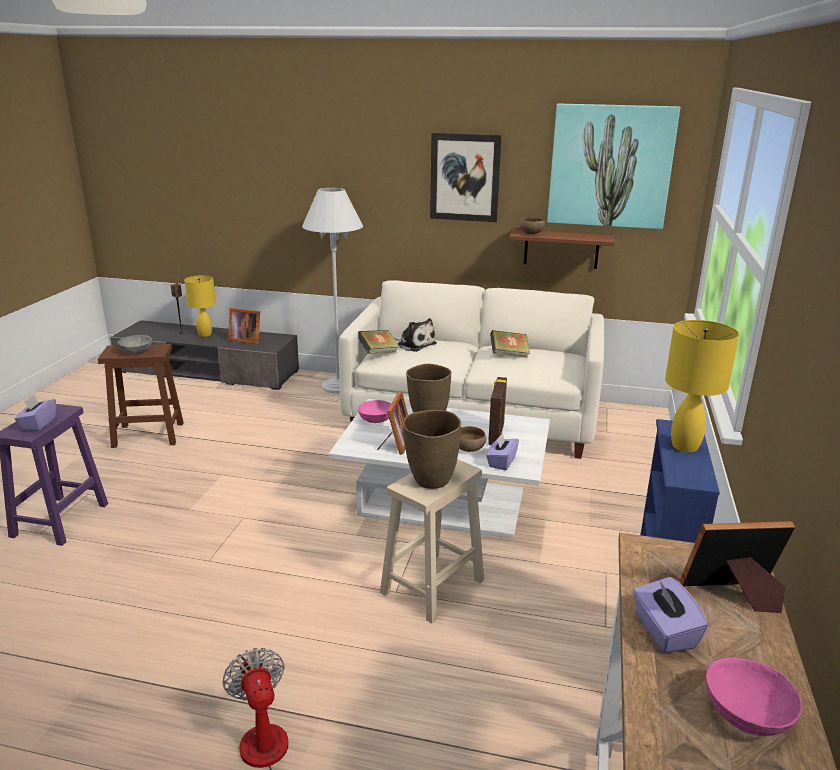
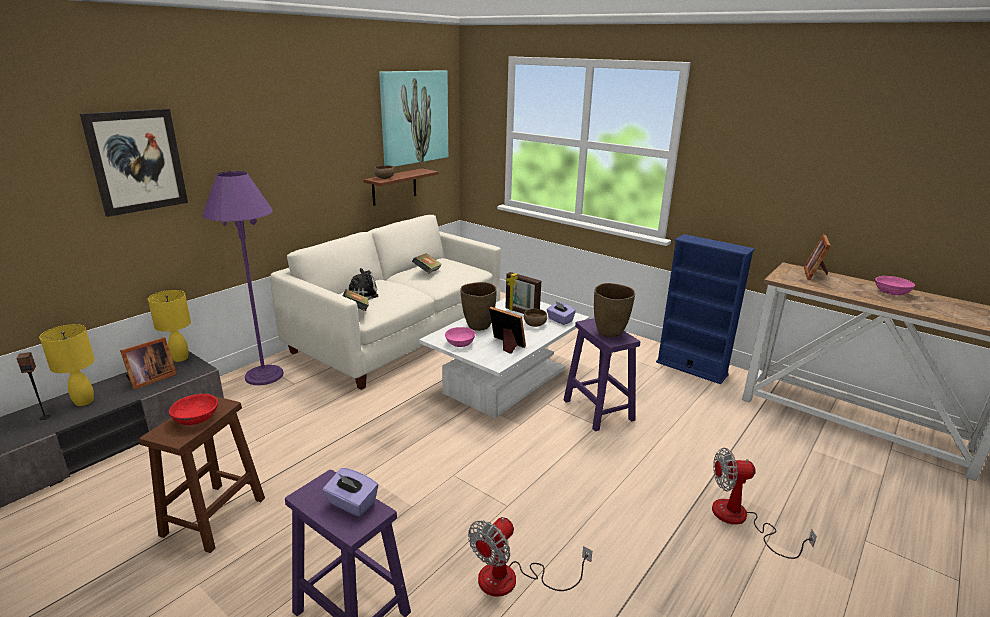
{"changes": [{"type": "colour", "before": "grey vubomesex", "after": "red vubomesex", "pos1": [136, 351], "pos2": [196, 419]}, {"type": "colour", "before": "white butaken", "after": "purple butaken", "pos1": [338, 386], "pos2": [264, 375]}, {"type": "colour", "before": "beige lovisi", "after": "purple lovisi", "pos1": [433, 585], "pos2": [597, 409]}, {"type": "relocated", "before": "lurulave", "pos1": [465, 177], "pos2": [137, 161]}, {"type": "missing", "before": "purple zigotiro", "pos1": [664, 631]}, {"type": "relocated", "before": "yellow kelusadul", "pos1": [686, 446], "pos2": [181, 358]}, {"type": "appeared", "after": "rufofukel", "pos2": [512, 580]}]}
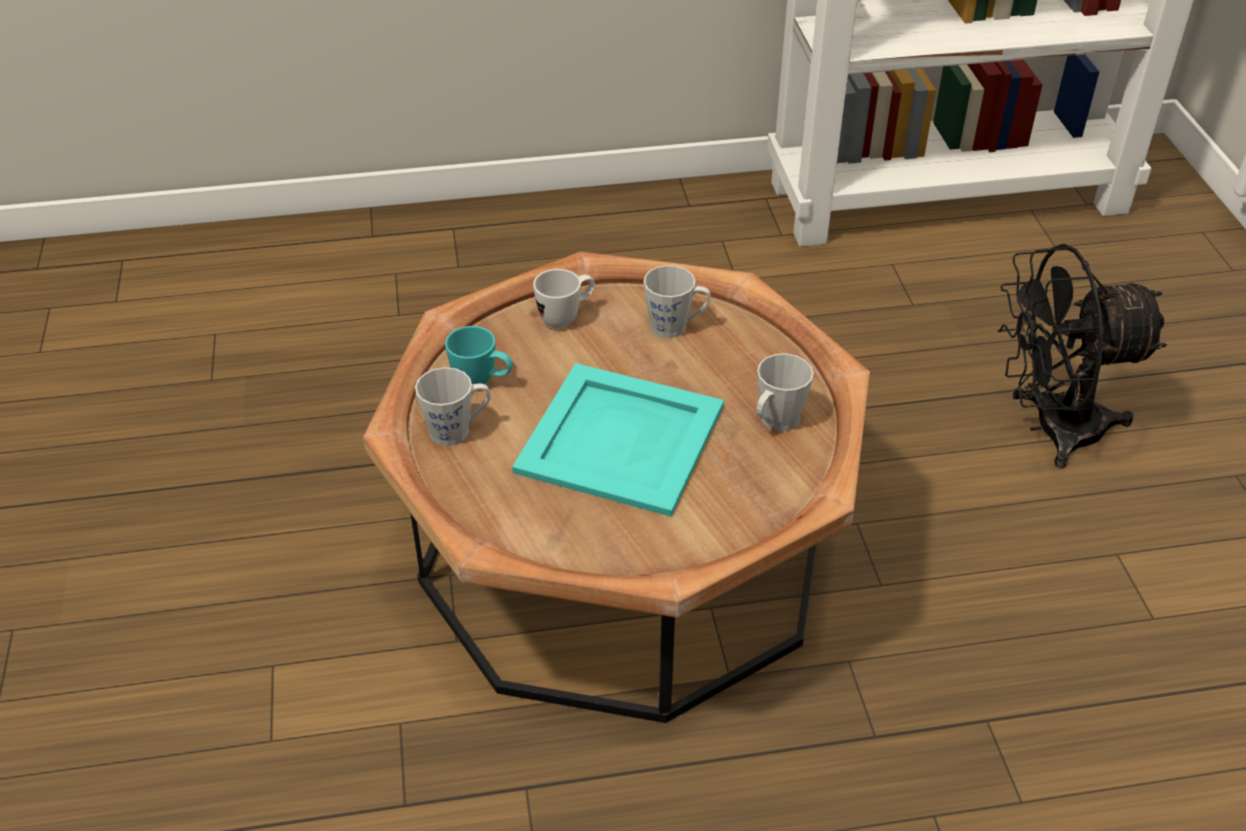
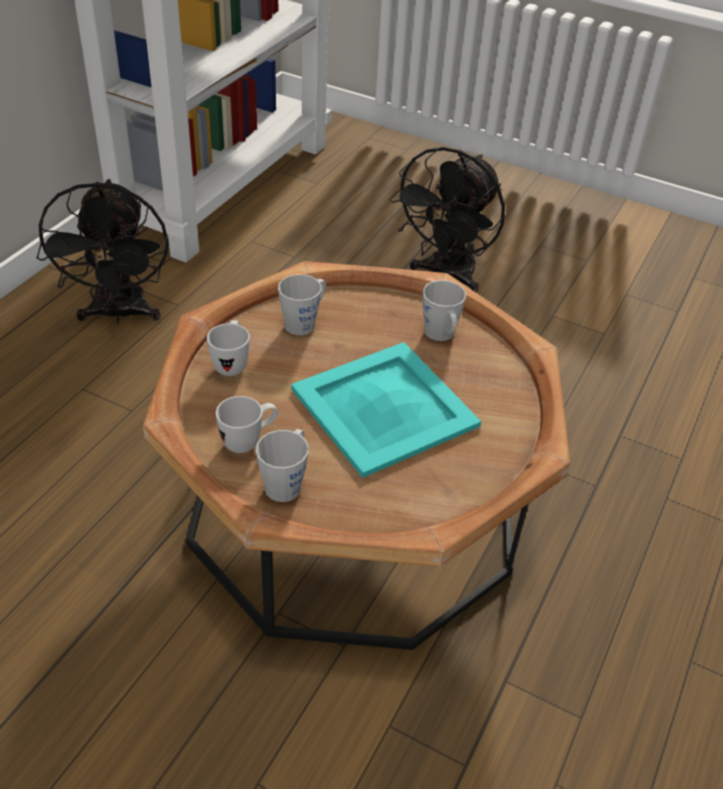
{"changes": [{"type": "colour", "before": "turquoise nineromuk", "after": "white nineromuk", "pos1": [482, 381], "pos2": [249, 441]}, {"type": "appeared", "after": "black rufofukel", "pos2": [119, 314]}]}
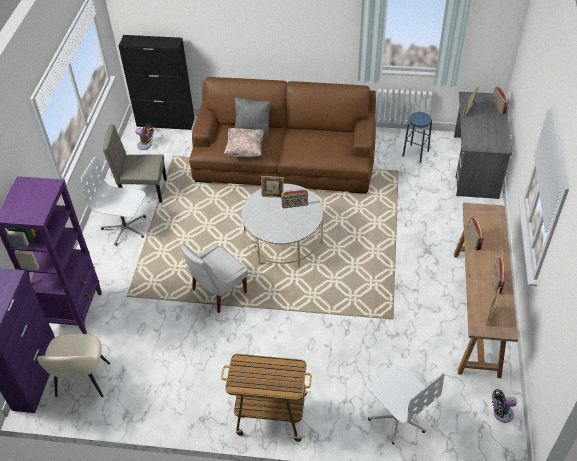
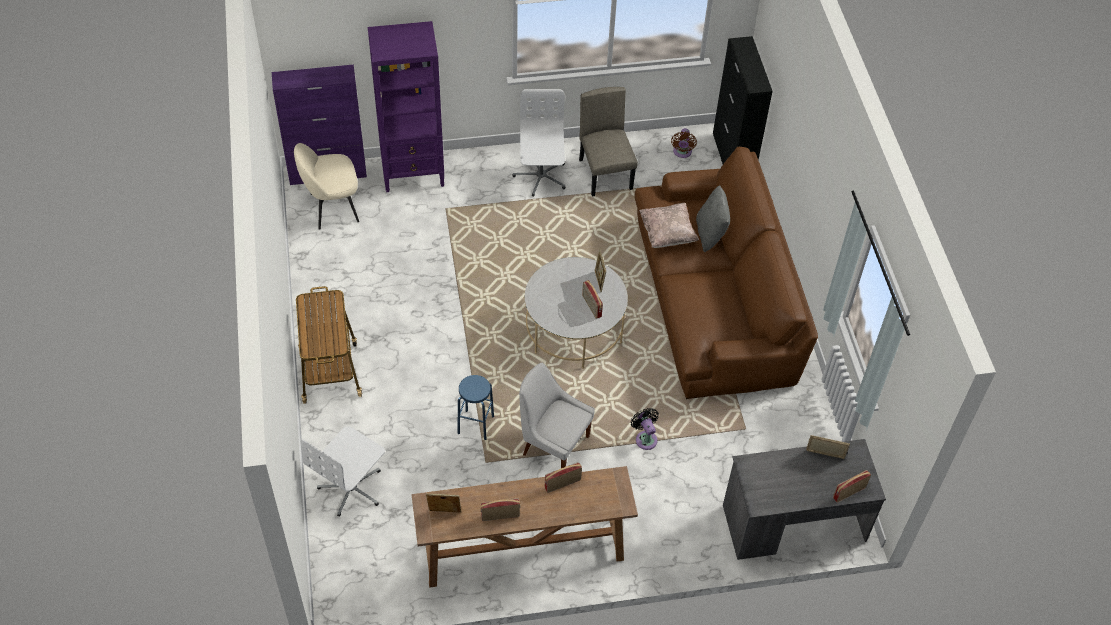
{"changes": [{"type": "relocated", "before": "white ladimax", "pos1": [217, 292], "pos2": [553, 444]}, {"type": "relocated", "before": "blue lovisi", "pos1": [415, 153], "pos2": [475, 425]}, {"type": "relocated", "before": "black rufofukel", "pos1": [501, 413], "pos2": [645, 438]}]}
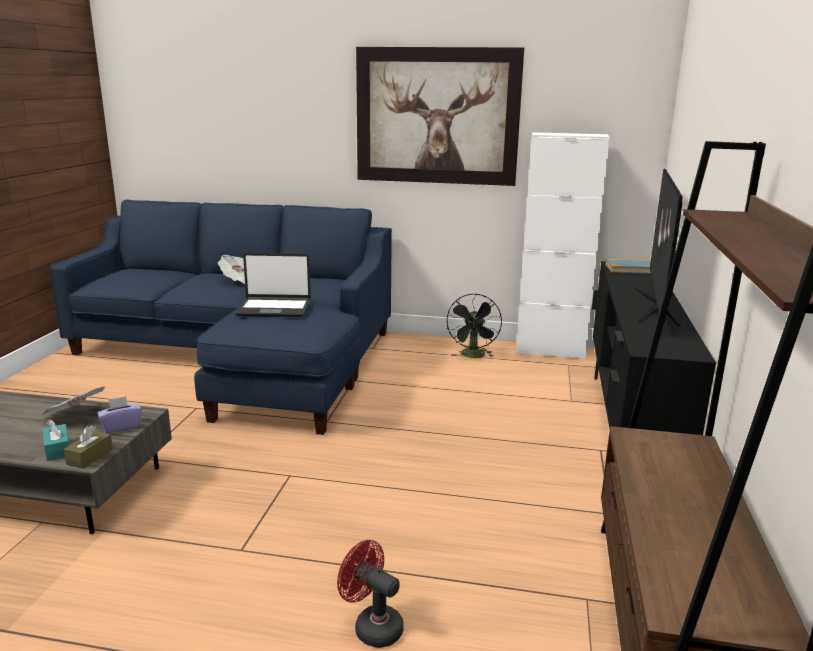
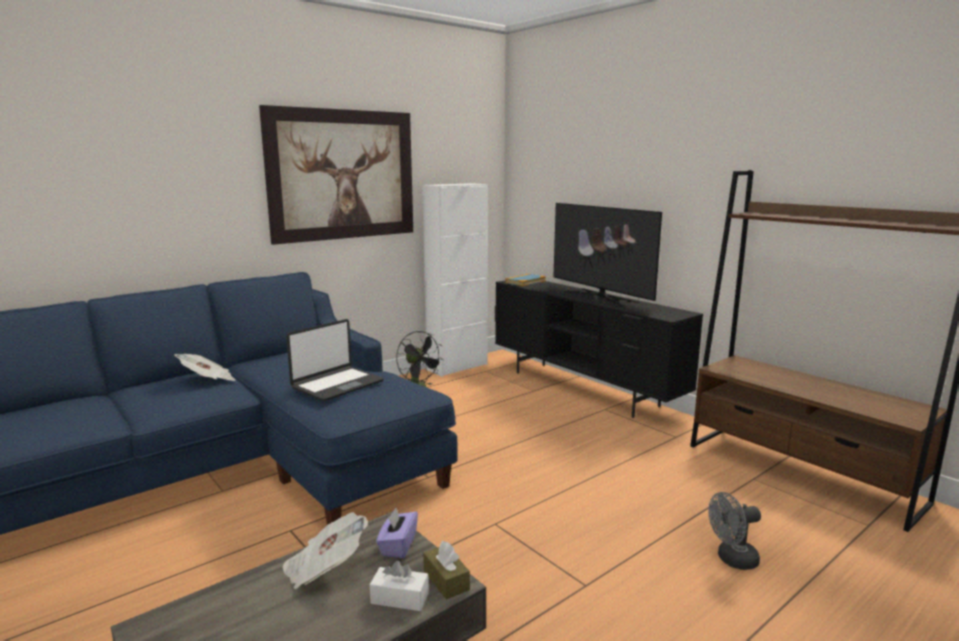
{"changes": [{"type": "colour", "before": "turquoise zigotiro", "after": "white zigotiro", "pos1": [58, 449], "pos2": [400, 598]}, {"type": "colour", "before": "red rufofukel", "after": "grey rufofukel", "pos1": [372, 626], "pos2": [732, 560]}]}
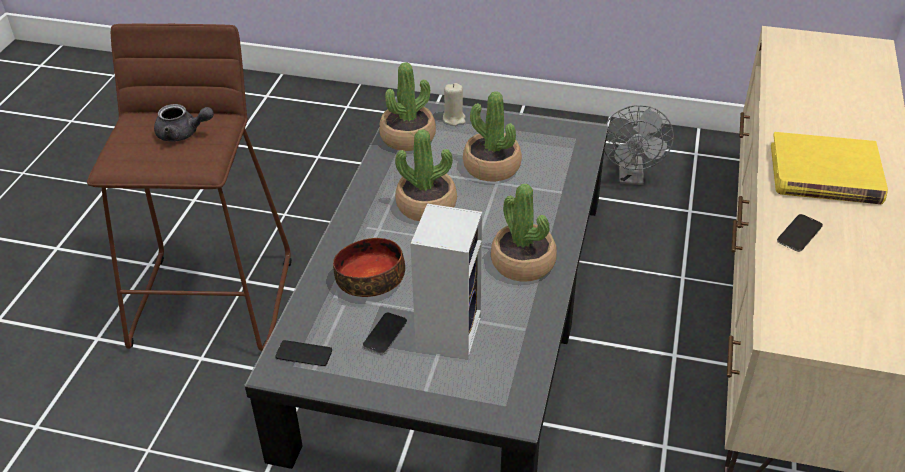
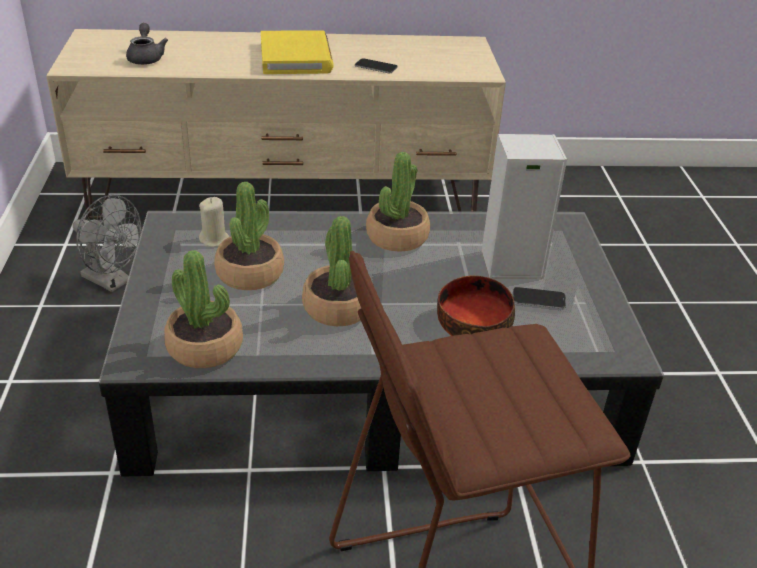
{"changes": [{"type": "relocated", "before": "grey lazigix", "pos1": [183, 134], "pos2": [146, 58]}, {"type": "missing", "before": "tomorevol", "pos1": [304, 354]}, {"type": "relocated", "before": "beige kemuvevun", "pos1": [454, 119], "pos2": [214, 240]}, {"type": "spun", "before": "grey rufofukel", "pos1": [631, 177], "pos2": [112, 281], "turn": 45}]}
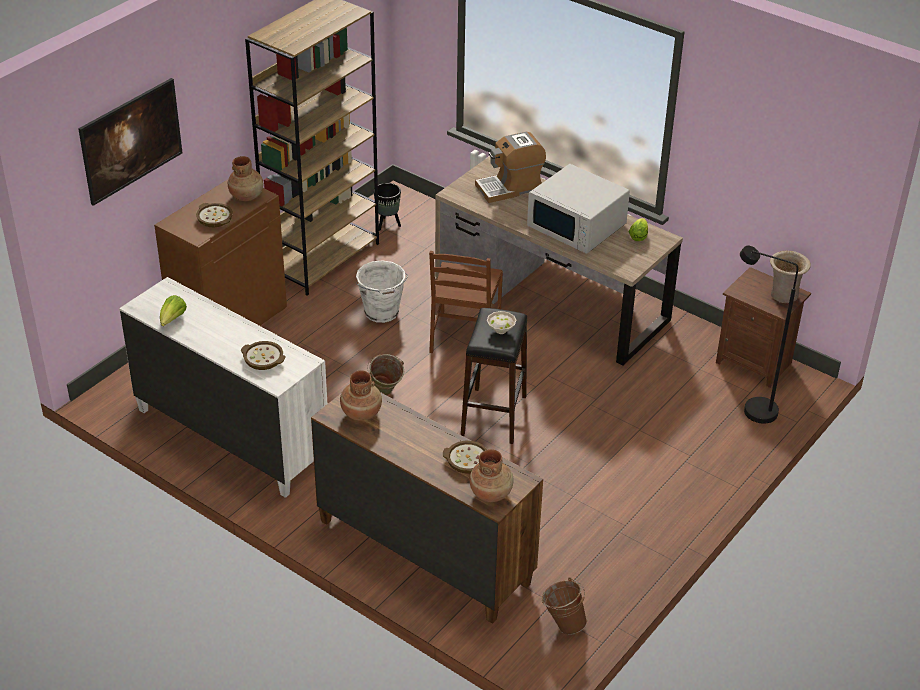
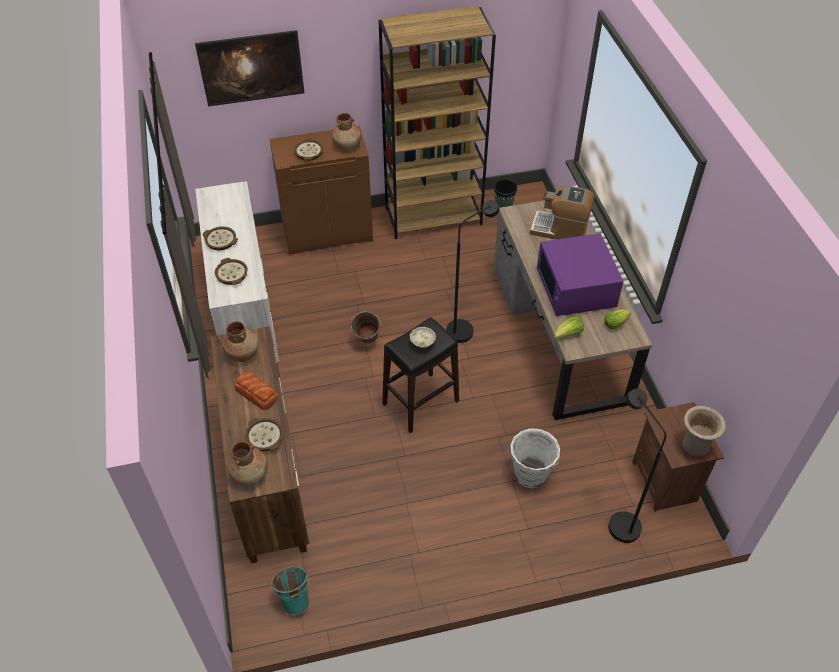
{"changes": [{"type": "relocated", "before": "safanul", "pos1": [172, 320], "pos2": [568, 334]}, {"type": "relocated", "before": "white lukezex", "pos1": [382, 313], "pos2": [530, 475]}, {"type": "exchanged", "before": "brown ladimax", "after": "black butaken", "pos1": [464, 336], "pos2": [465, 328]}, {"type": "colour", "before": "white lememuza", "after": "purple lememuza", "pos1": [577, 226], "pos2": [576, 289]}, {"type": "colour", "before": "brown lukezex", "after": "turquoise lukezex", "pos1": [562, 623], "pos2": [294, 598]}, {"type": "appeared", "after": "vubomesex", "pos2": [221, 241]}, {"type": "appeared", "after": "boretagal", "pos2": [256, 393]}]}
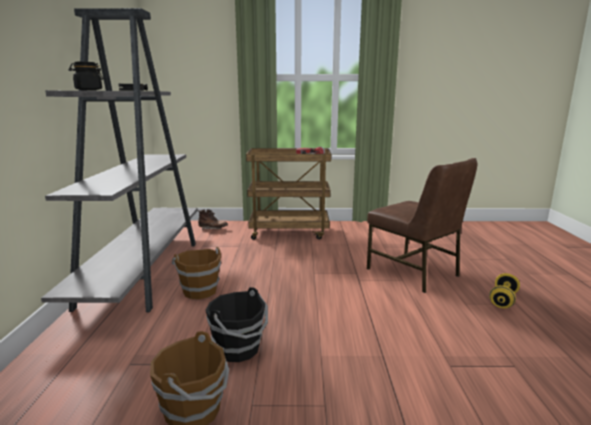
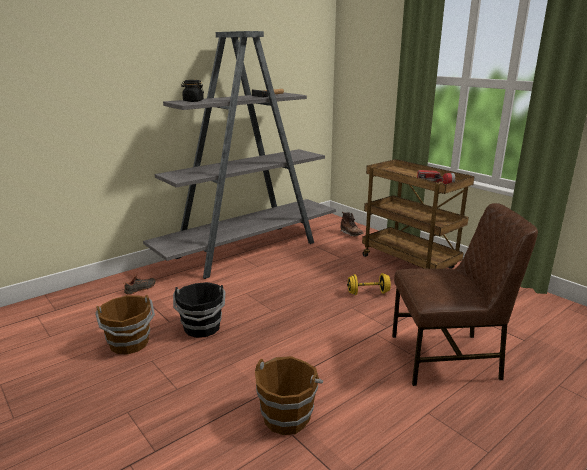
{"changes": [{"type": "relocated", "before": "brown lukezex", "pos1": [199, 290], "pos2": [287, 416]}, {"type": "spun", "before": "brown ladimax", "pos1": [414, 272], "pos2": [446, 358], "turn": -105}, {"type": "relocated", "before": "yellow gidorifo", "pos1": [503, 300], "pos2": [368, 293]}, {"type": "appeared", "after": "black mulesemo", "pos2": [141, 289]}]}
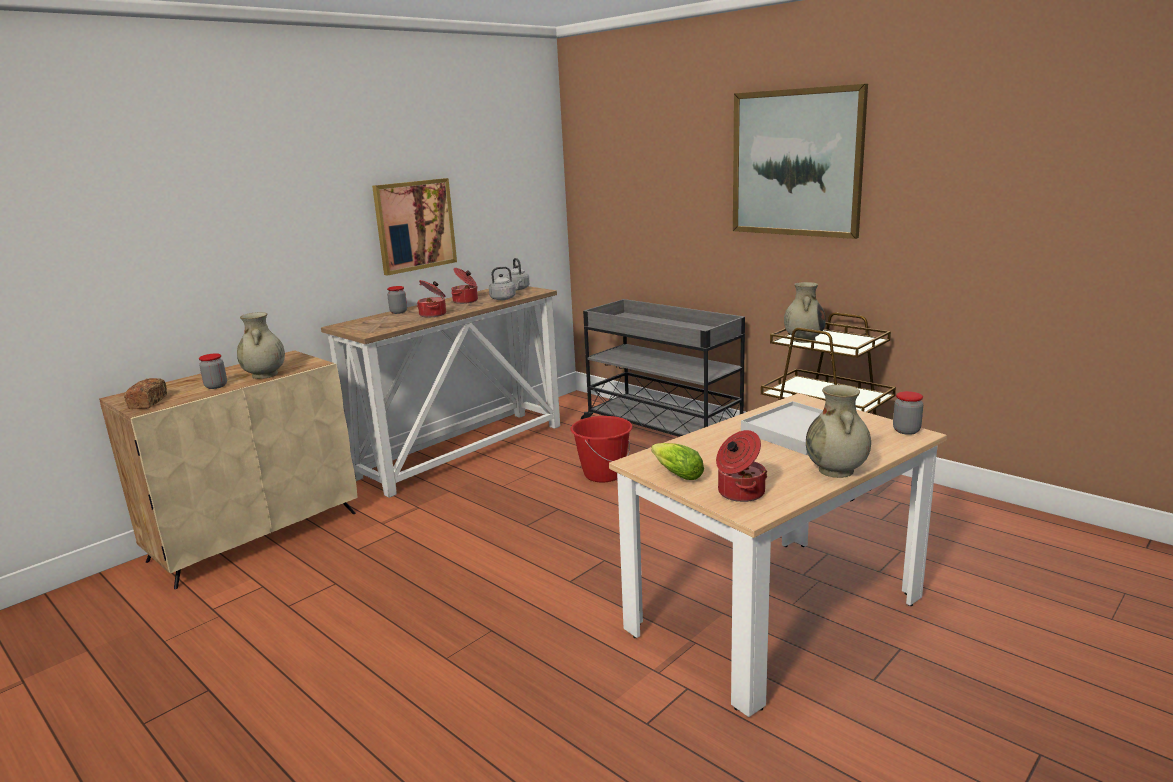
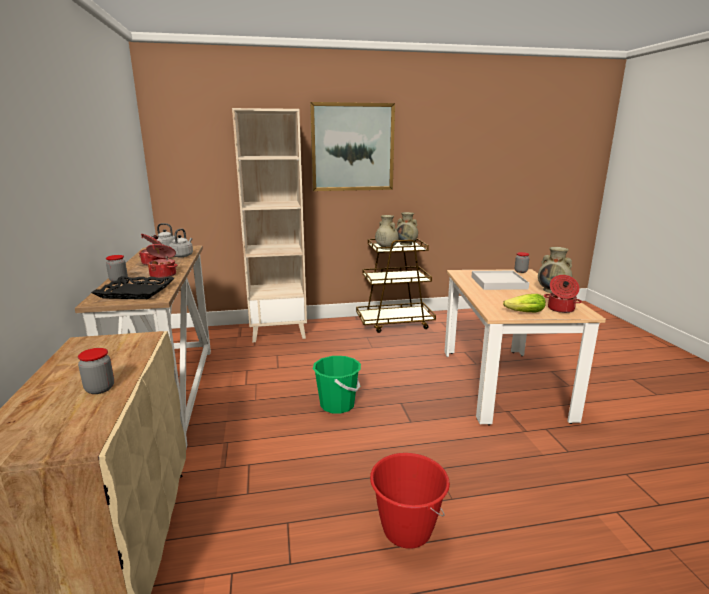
{"changes": [{"type": "missing", "before": "boretagal", "pos1": [148, 402]}, {"type": "relocated", "before": "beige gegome", "pos1": [265, 375], "pos2": [406, 244]}, {"type": "missing", "before": "lurulave", "pos1": [414, 225]}, {"type": "relocated", "before": "red lukezex", "pos1": [603, 474], "pos2": [406, 530]}, {"type": "exchanged", "before": "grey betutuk", "after": "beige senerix", "pos1": [661, 430], "pos2": [279, 331]}, {"type": "appeared", "after": "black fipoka", "pos2": [135, 292]}, {"type": "appeared", "after": "green lukezex", "pos2": [337, 405]}]}
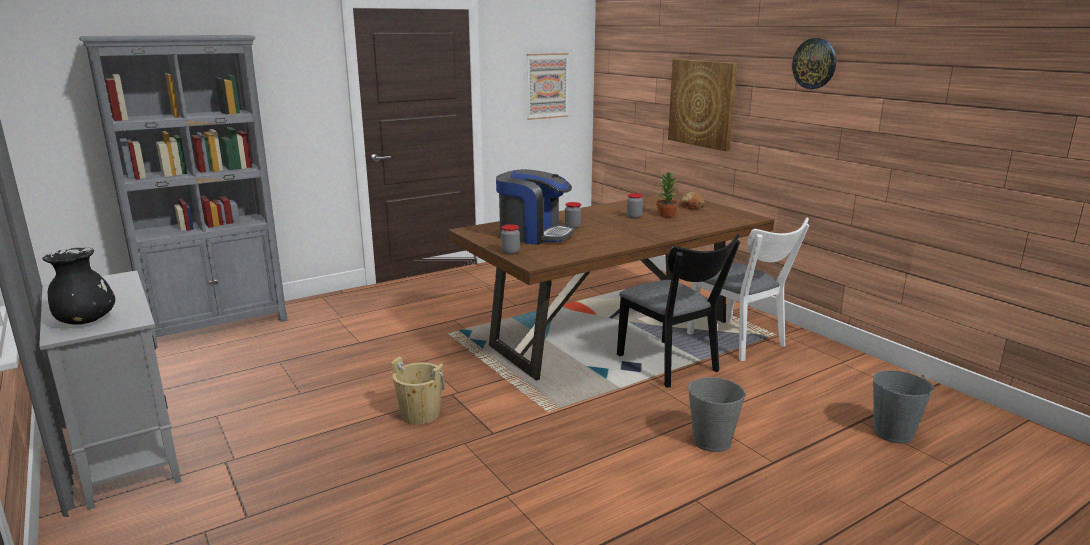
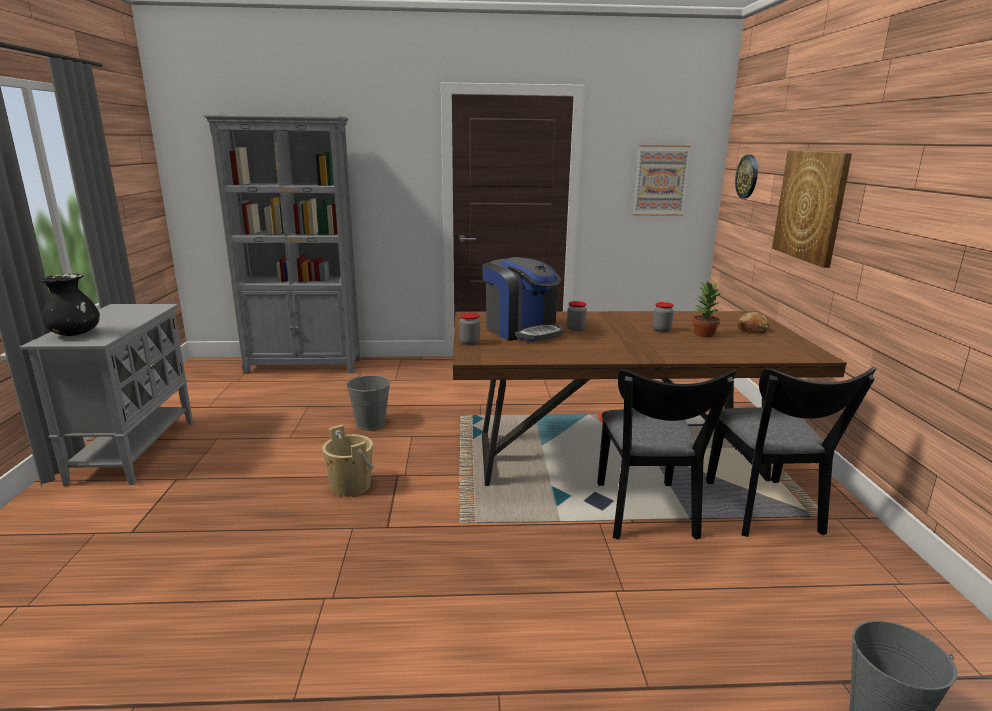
{"changes": [{"type": "colour", "before": "white ladimax", "after": "black ladimax", "pos1": [740, 342], "pos2": [765, 512]}, {"type": "relocated", "before": "grey lukezex", "pos1": [711, 441], "pos2": [371, 424]}, {"type": "relocated", "before": "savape", "pos1": [814, 63], "pos2": [747, 176]}]}
